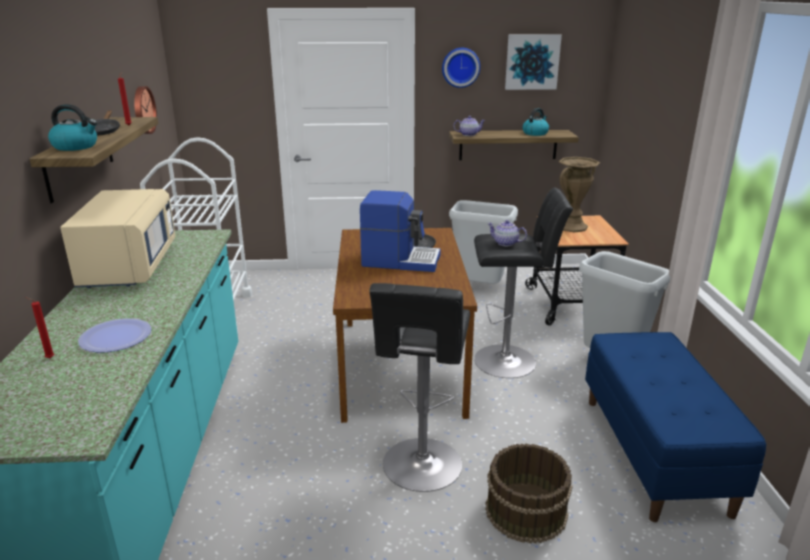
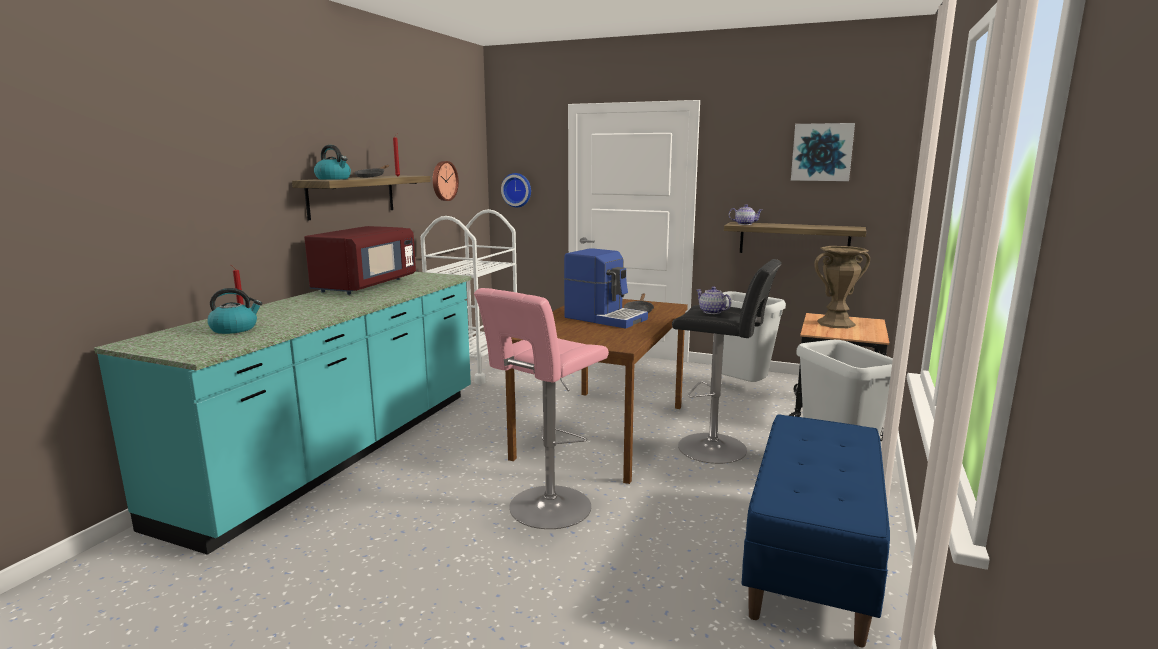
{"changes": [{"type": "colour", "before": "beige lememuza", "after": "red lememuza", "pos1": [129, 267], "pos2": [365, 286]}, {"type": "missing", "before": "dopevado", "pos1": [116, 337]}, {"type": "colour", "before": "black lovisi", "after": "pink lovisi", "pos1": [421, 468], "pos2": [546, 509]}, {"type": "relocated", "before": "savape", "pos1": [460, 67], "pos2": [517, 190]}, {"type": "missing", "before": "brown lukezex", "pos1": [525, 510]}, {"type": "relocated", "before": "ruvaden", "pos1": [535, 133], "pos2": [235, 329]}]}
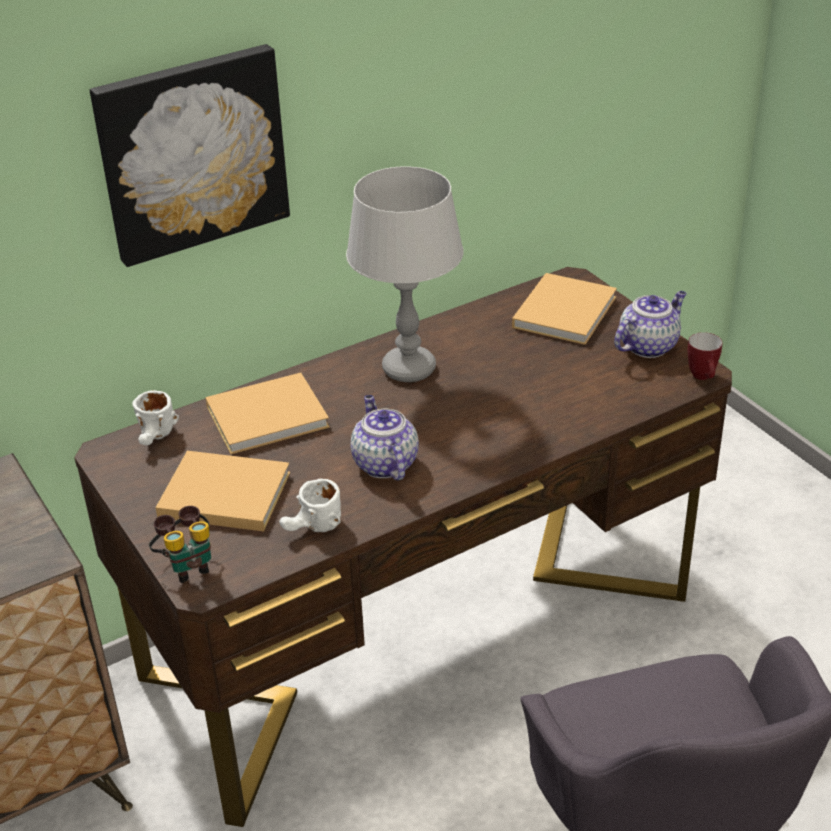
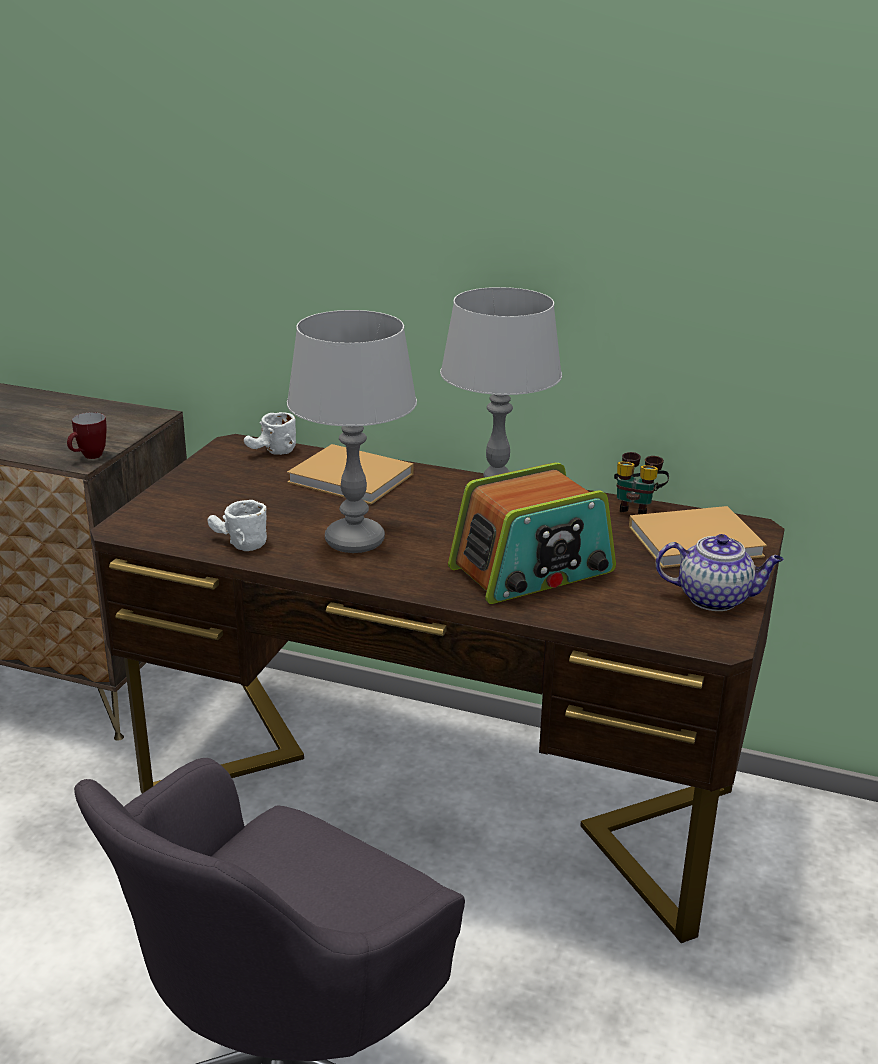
{"changes": [{"type": "missing", "before": "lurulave", "pos1": [191, 152]}, {"type": "relocated", "before": "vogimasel", "pos1": [187, 565], "pos2": [636, 507]}, {"type": "missing", "before": "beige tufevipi", "pos1": [221, 494]}, {"type": "exchanged", "before": "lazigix", "after": "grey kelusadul", "pos1": [384, 463], "pos2": [354, 541]}, {"type": "relocated", "before": "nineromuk", "pos1": [703, 378], "pos2": [89, 457]}, {"type": "appeared", "after": "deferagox", "pos2": [532, 571]}]}
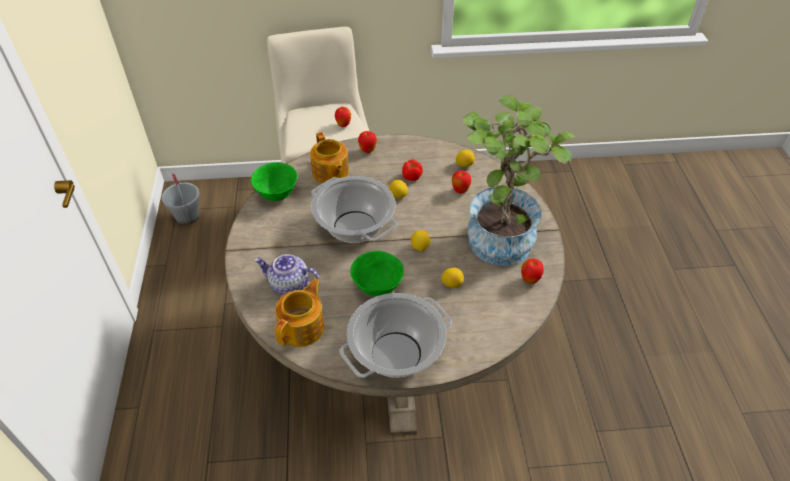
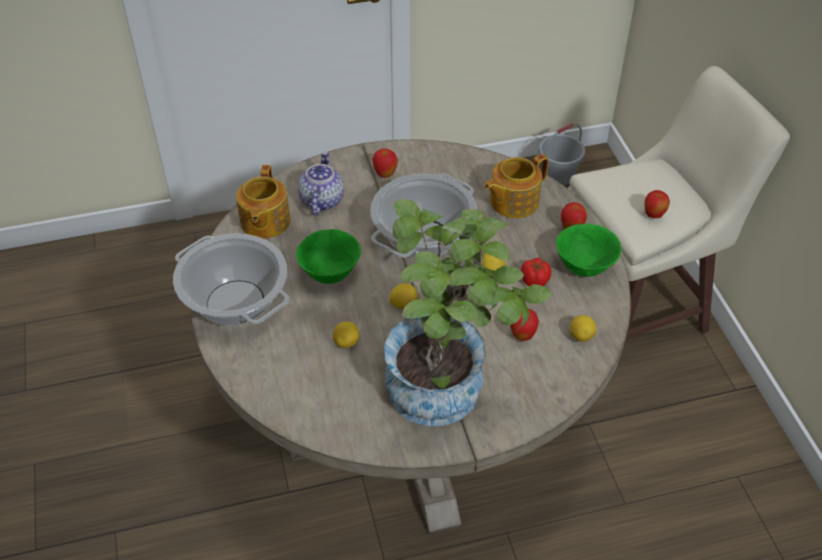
{"changes": [{"type": "relocated", "before": "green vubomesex", "pos1": [277, 194], "pos2": [585, 267]}, {"type": "spun", "before": "lazigix", "pos1": [303, 327], "pos2": [264, 222], "turn": 75}, {"type": "relocated", "before": "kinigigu", "pos1": [530, 280], "pos2": [385, 174]}]}
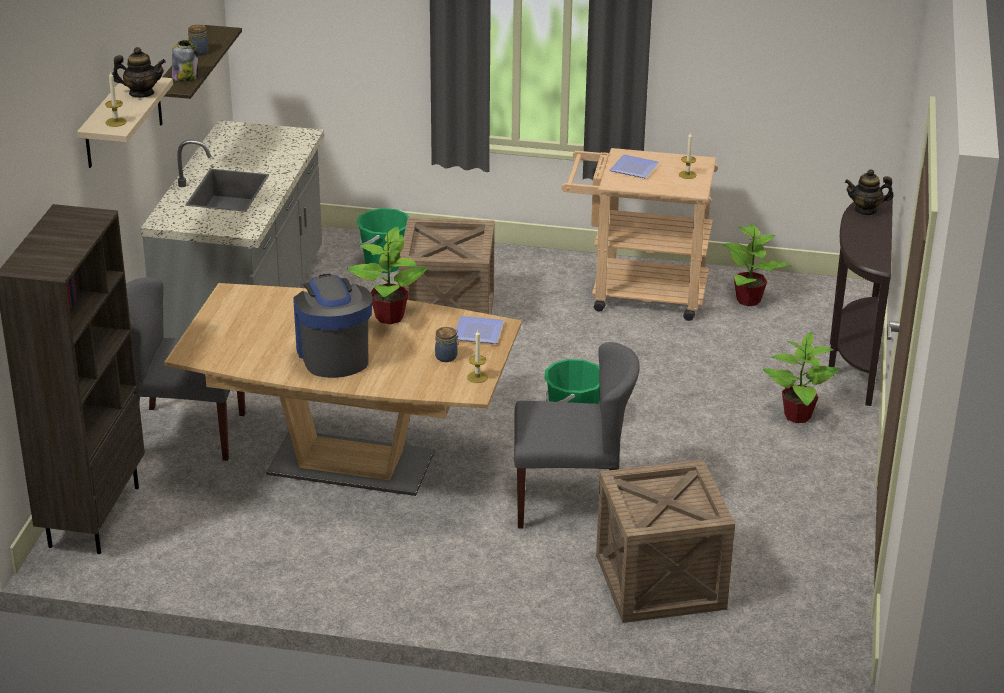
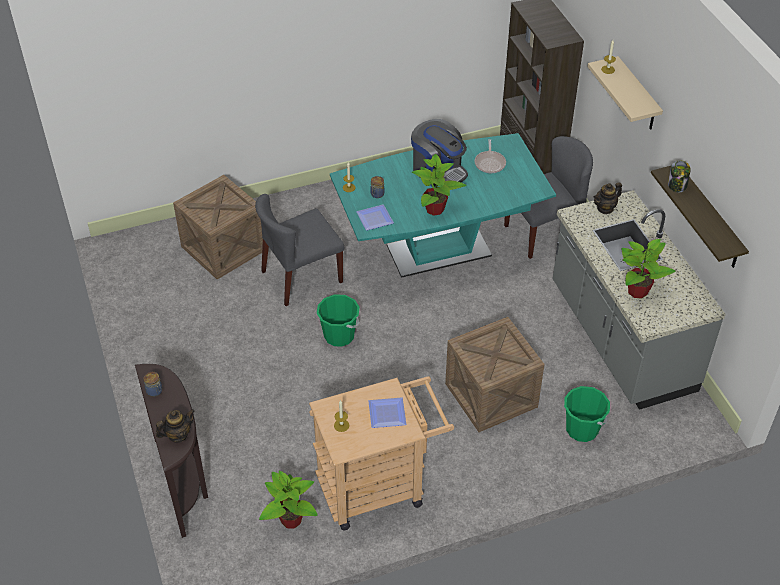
{"changes": [{"type": "relocated", "before": "lazigix", "pos1": [141, 93], "pos2": [605, 208]}, {"type": "colour", "before": "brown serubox", "after": "turquoise serubox", "pos1": [351, 464], "pos2": [439, 251]}, {"type": "relocated", "before": "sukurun", "pos1": [198, 52], "pos2": [155, 391]}, {"type": "relocated", "before": "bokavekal", "pos1": [796, 416], "pos2": [638, 291]}, {"type": "appeared", "after": "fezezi", "pos2": [490, 163]}]}
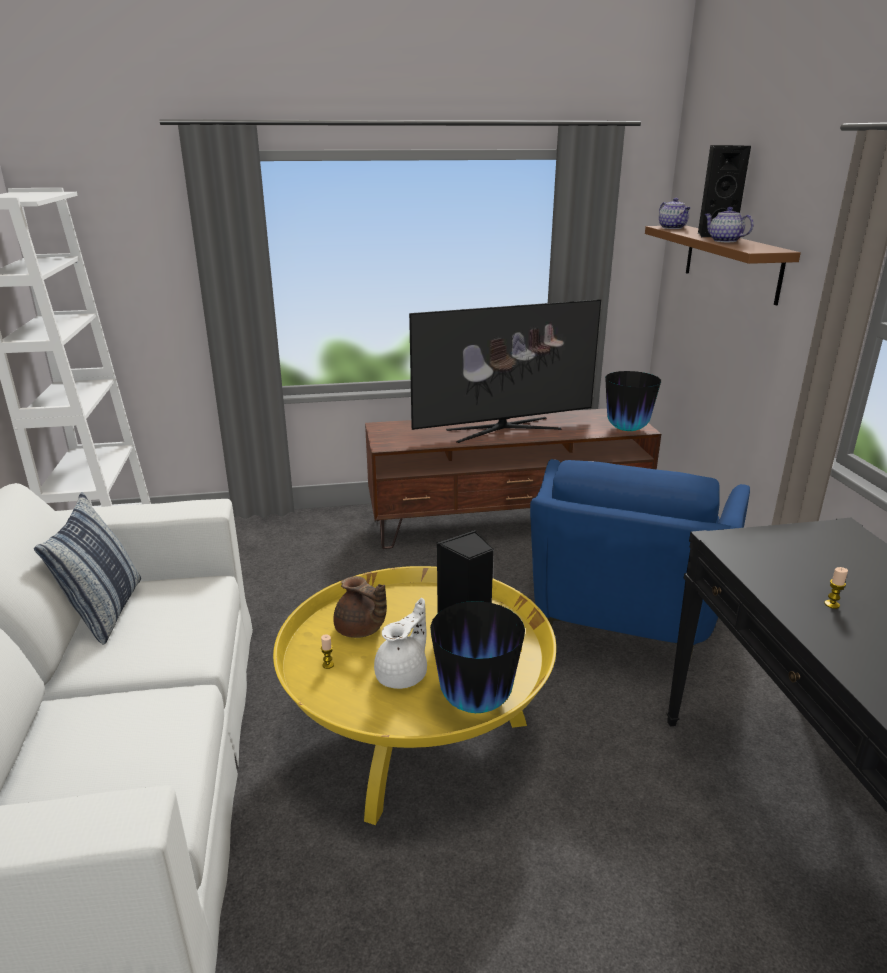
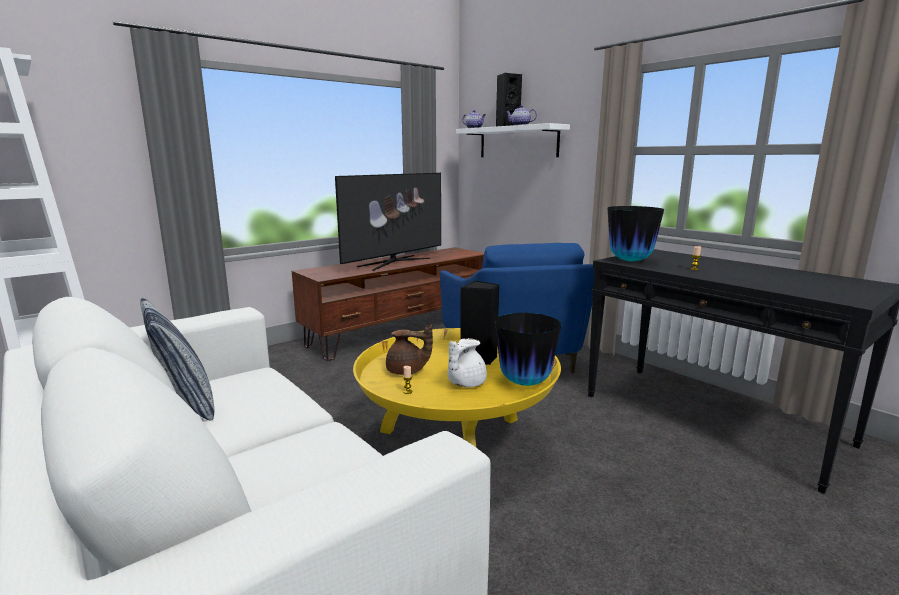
{"changes": [{"type": "spun", "before": "white lazigix", "pos1": [403, 674], "pos2": [465, 383], "turn": -150}, {"type": "relocated", "before": "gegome", "pos1": [627, 429], "pos2": [630, 261]}, {"type": "colour", "before": "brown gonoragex", "after": "white gonoragex", "pos1": [731, 262], "pos2": [517, 142]}]}
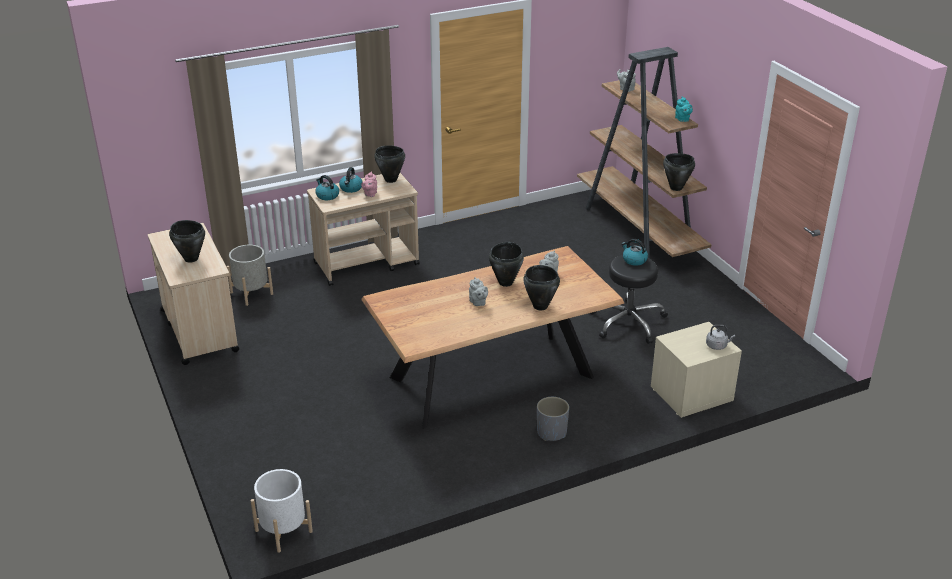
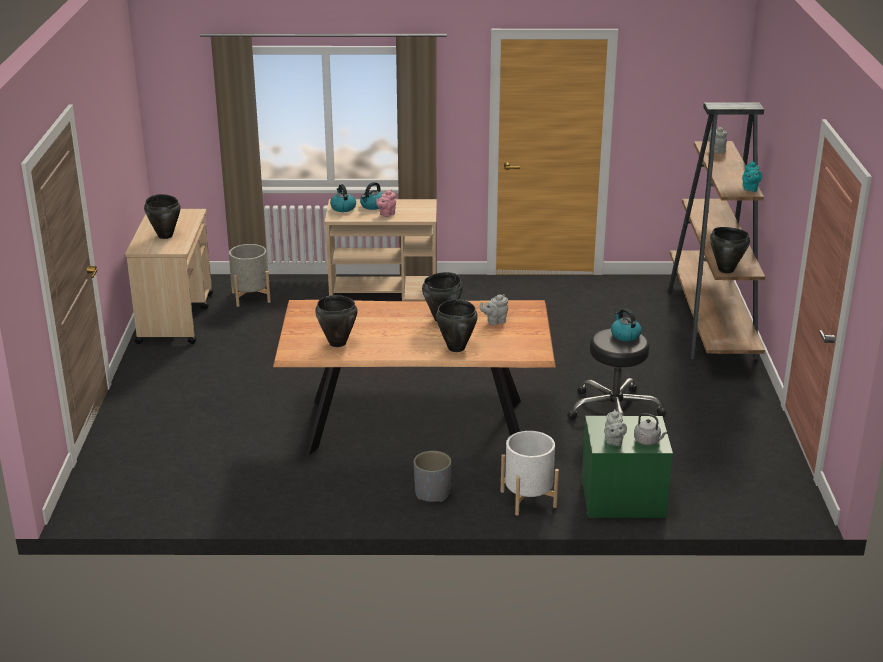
{"changes": [{"type": "relocated", "before": "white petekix", "pos1": [283, 531], "pos2": [528, 499]}, {"type": "relocated", "before": "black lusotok", "pos1": [391, 180], "pos2": [337, 343]}, {"type": "relocated", "before": "grey lazigix", "pos1": [478, 303], "pos2": [613, 441]}, {"type": "colour", "before": "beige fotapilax", "after": "green fotapilax", "pos1": [691, 394], "pos2": [622, 499]}]}
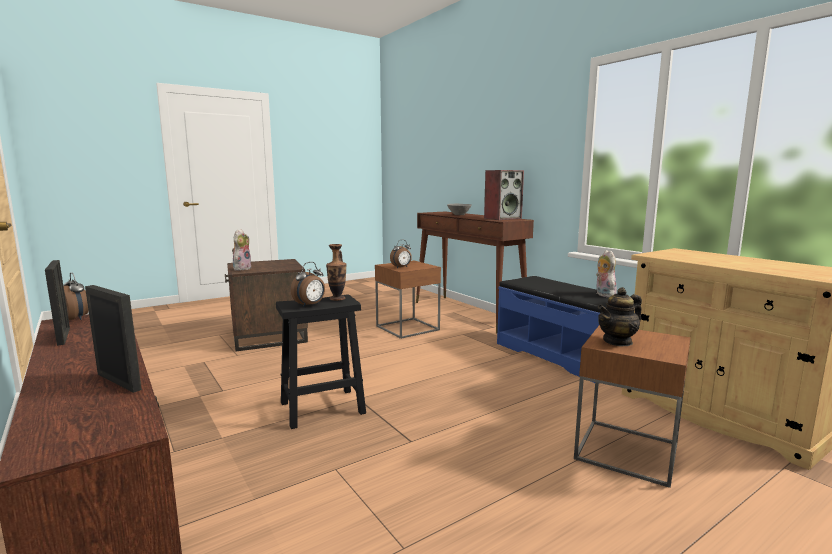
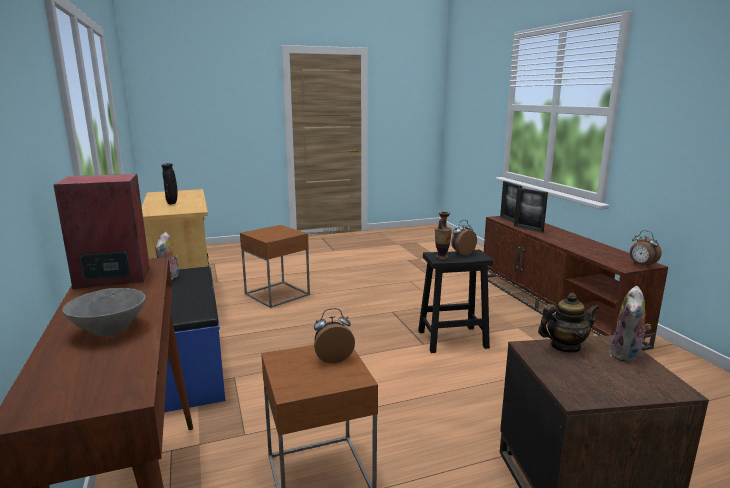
{"changes": [{"type": "relocated", "before": "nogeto", "pos1": [63, 336], "pos2": [509, 220]}, {"type": "relocated", "before": "lazigix", "pos1": [617, 341], "pos2": [564, 346]}, {"type": "appeared", "after": "black gegome", "pos2": [172, 203]}]}
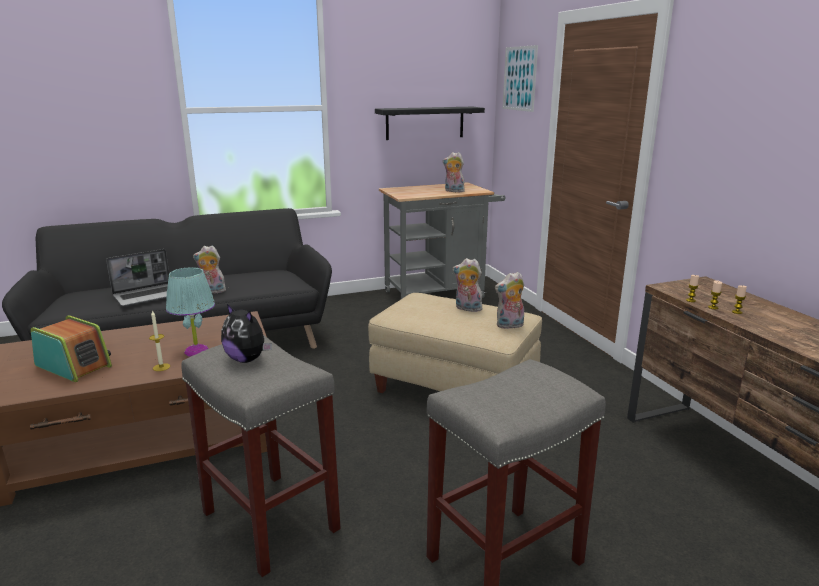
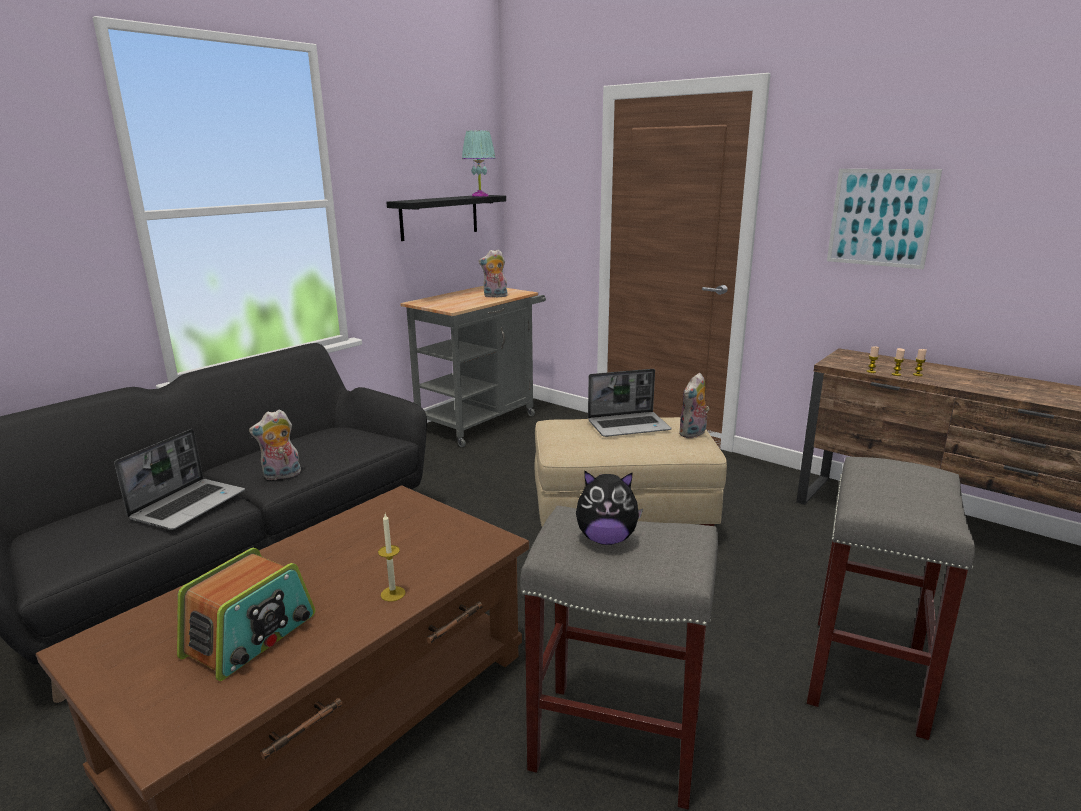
{"changes": [{"type": "spun", "before": "deferagox", "pos1": [74, 366], "pos2": [251, 636], "turn": 120}, {"type": "relocated", "before": "turquoise kelusadul", "pos1": [197, 351], "pos2": [480, 196]}, {"type": "exchanged", "before": "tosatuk", "after": "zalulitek", "pos1": [467, 309], "pos2": [629, 426]}, {"type": "relocated", "before": "lurulave", "pos1": [519, 78], "pos2": [881, 218]}]}
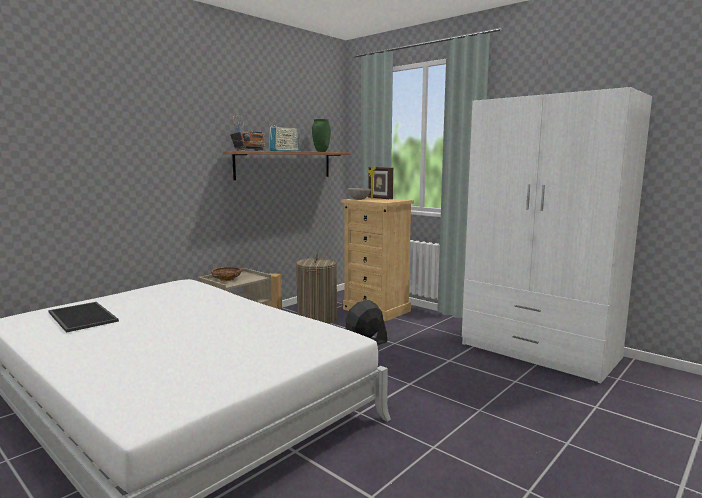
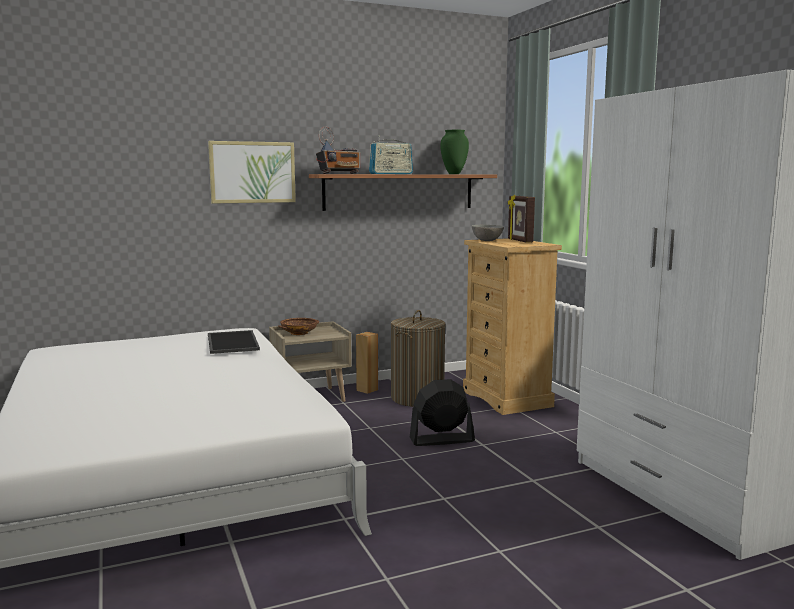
{"changes": [{"type": "relocated", "before": "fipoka", "pos1": [81, 317], "pos2": [231, 342]}, {"type": "appeared", "after": "lurulave", "pos2": [252, 172]}]}
